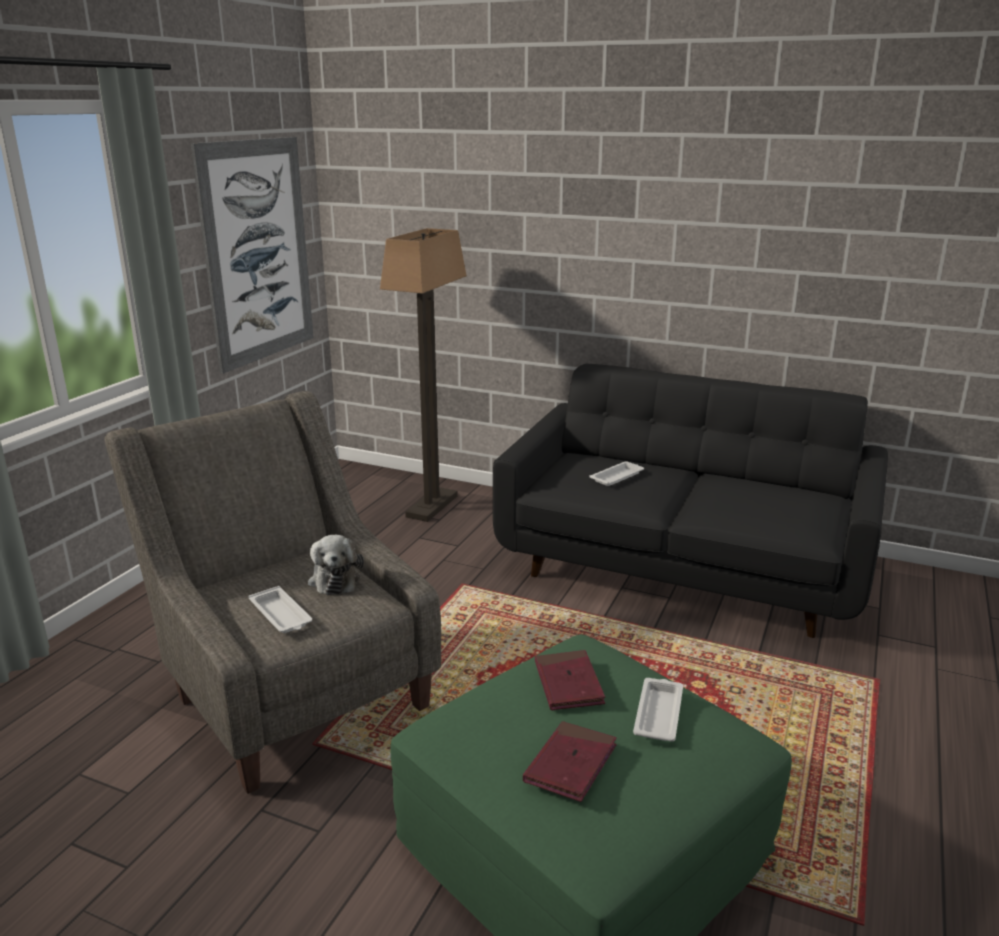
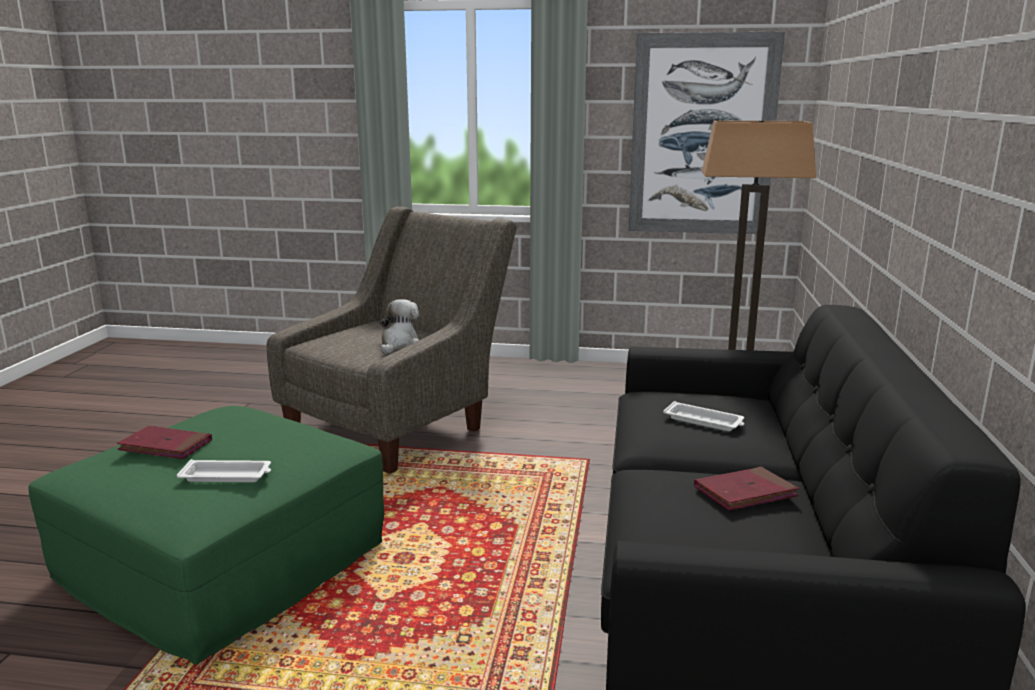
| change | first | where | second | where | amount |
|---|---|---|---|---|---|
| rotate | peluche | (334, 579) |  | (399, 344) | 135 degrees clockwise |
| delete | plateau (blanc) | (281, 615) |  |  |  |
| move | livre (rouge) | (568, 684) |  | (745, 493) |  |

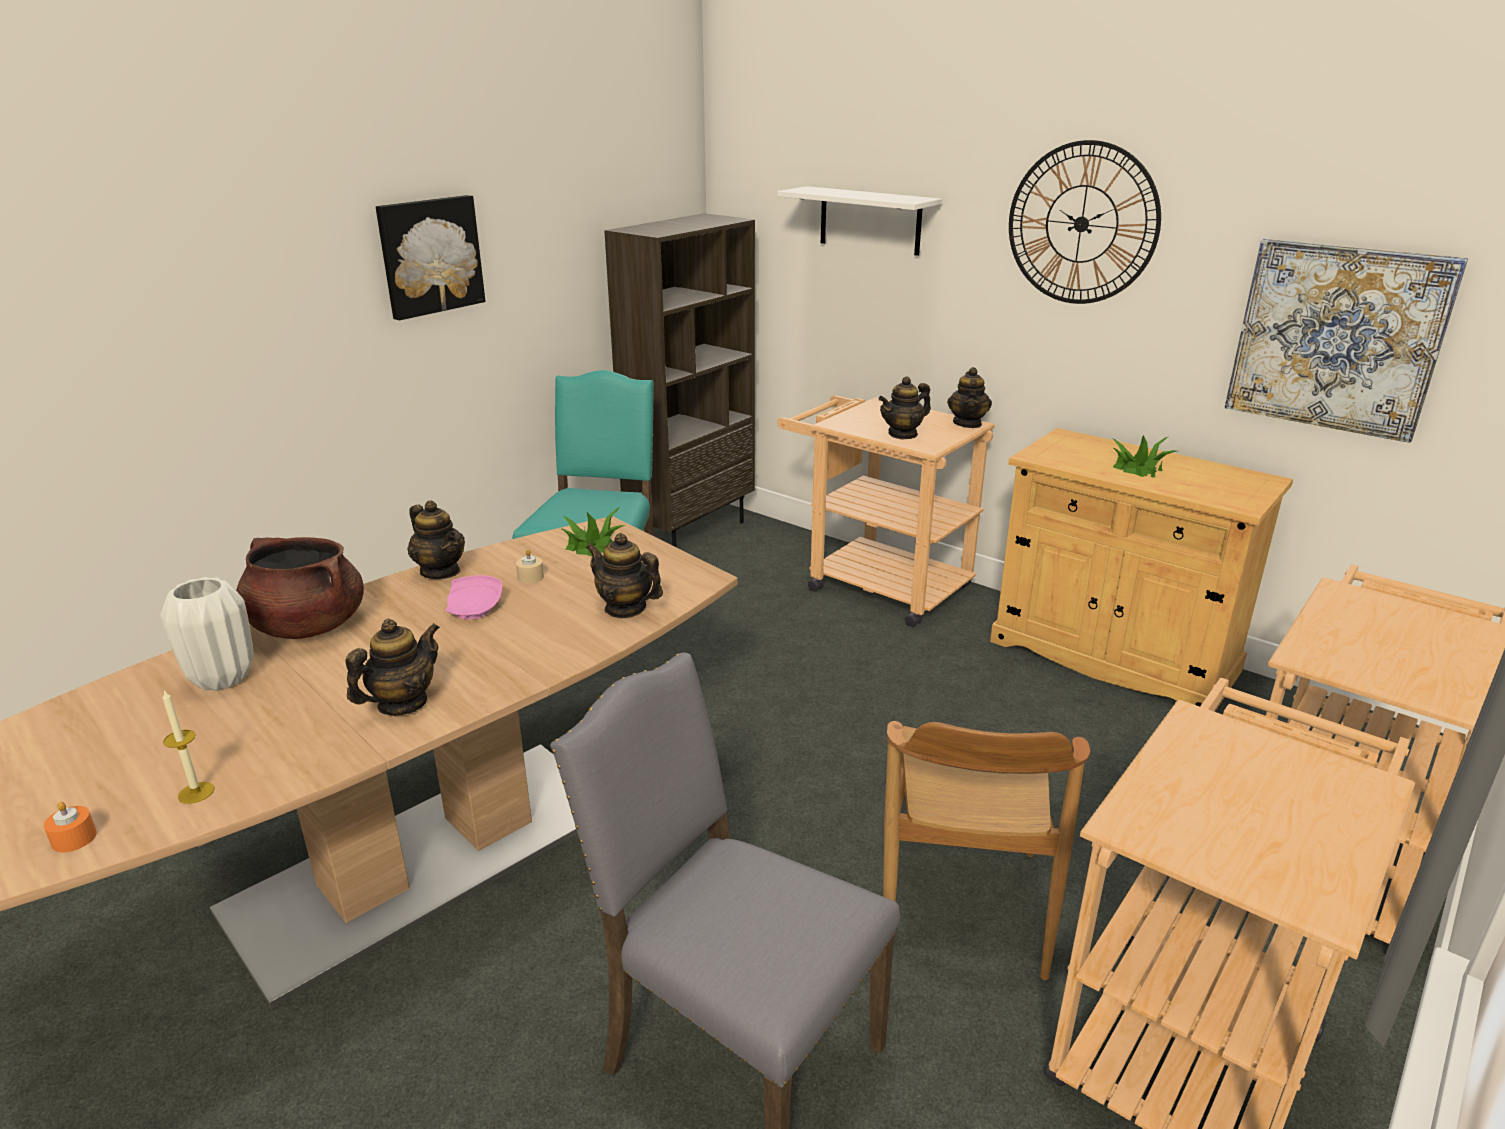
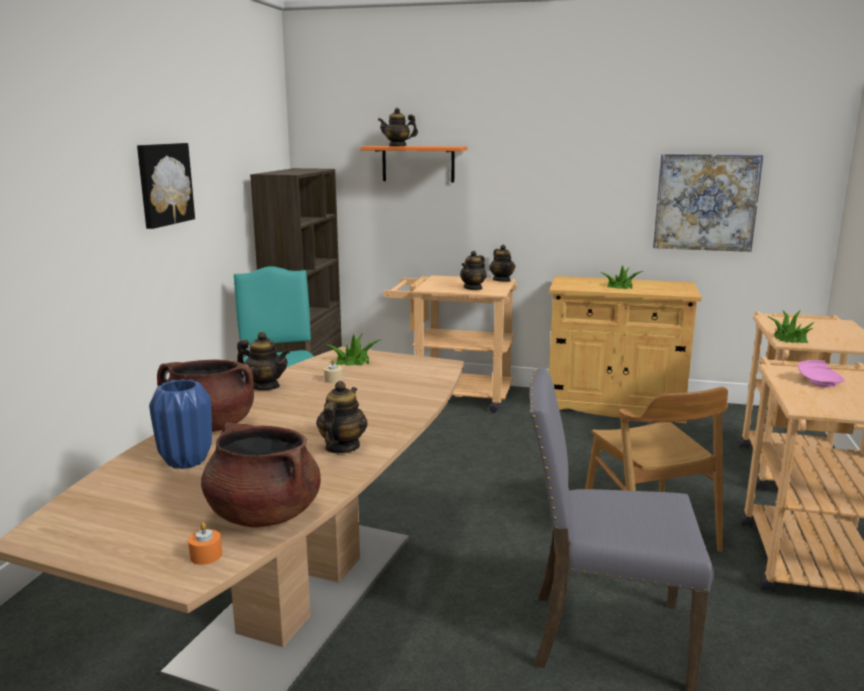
| change | first | where | second | where | amount |
|---|---|---|---|---|---|
| delete | horloge murale | (1081, 224) |  |  |  |
| recolor | étagère (blanc) | (870, 220) | étagère (orange) | (418, 164) |  |
| move | théière | (625, 608) |  | (397, 146) |  |
| move | assiette (rose) | (475, 609) |  | (820, 382) |  |
| recolor | vase (blanc) | (222, 679) | vase (bleu) | (187, 461) |  |
| replace | bougie | (196, 792) | marmite (marron) | (263, 514) |  |
| insert |  |  | plante en pot | (790, 338) |  |

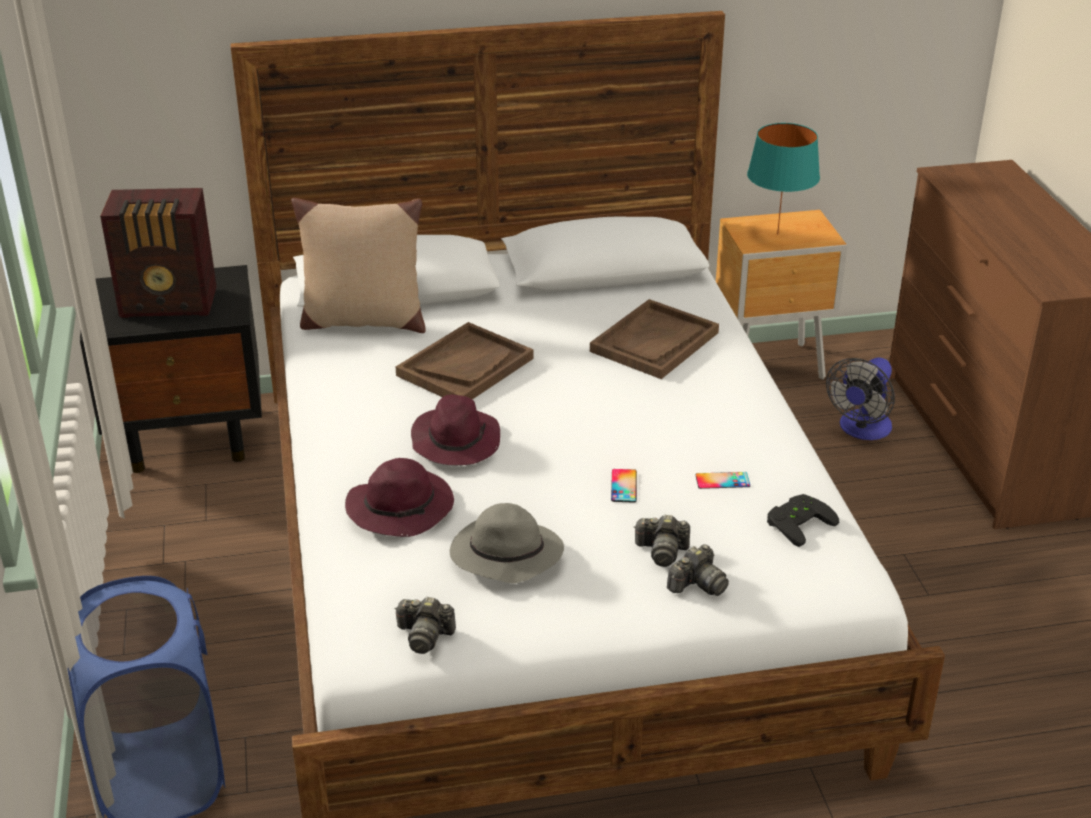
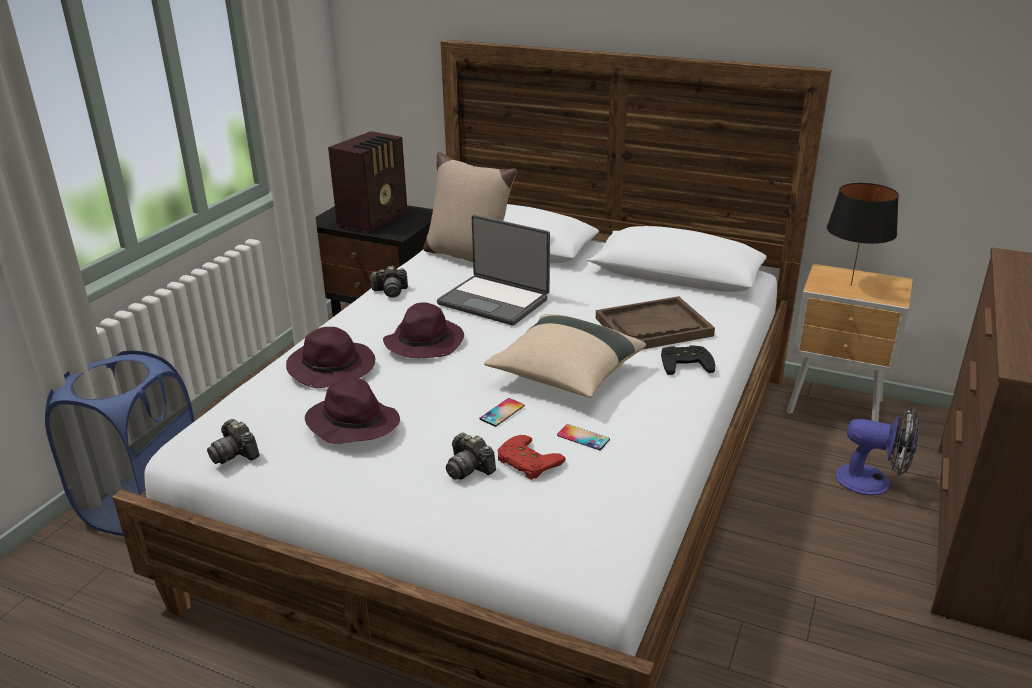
| change | first | where | second | where | amount |
|---|---|---|---|---|---|
| recolor | lampe de table (turquoise) | (776, 234) | lampe de table (noir) | (850, 285) |  |
| rotate | radio | (170, 304) |  | (375, 219) | 90 degrees counterclockwise |
| replace | plateau (marron) | (465, 367) | ordinateur portable | (494, 301) |  |
| rotate | ventilateur | (861, 430) |  | (873, 482) | 135 degrees counterclockwise |
| move | manette (noir) | (797, 521) |  | (685, 362) |  |
| recolor | chapeau (gris) | (504, 555) | chapeau (violet) | (352, 423) |  |
| move | appareil photo | (697, 584) |  | (390, 291) |  |
| insert |  |  | coussin (beige) | (565, 375) |  |
| insert |  |  | manette (rouge) | (526, 462) |  |

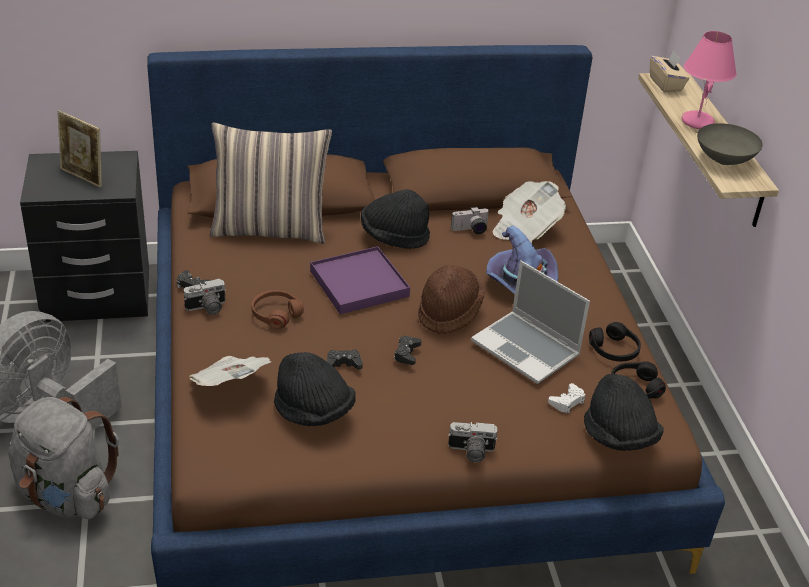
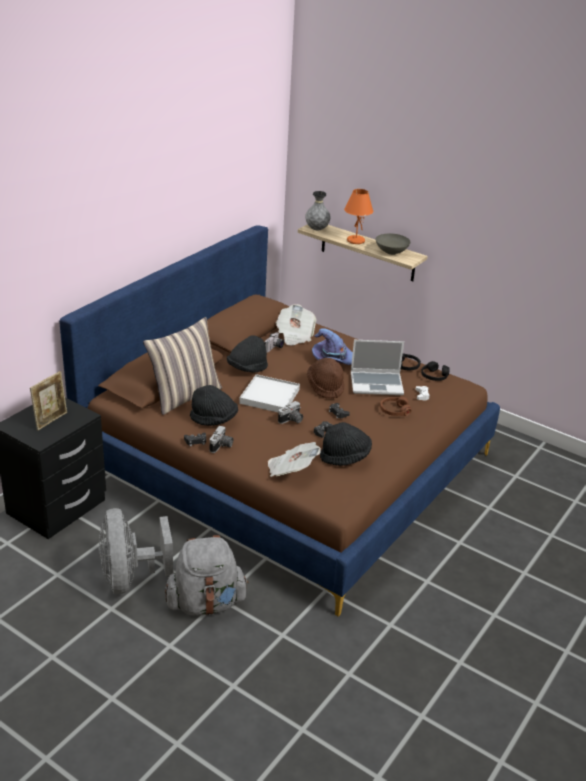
| change | first | where | second | where | amount |
|---|---|---|---|---|---|
| recolor | lampe de table (rose) | (696, 121) | lampe de table (orange) | (355, 241) |  |
| replace | boîte à mouchoirs (beige) | (666, 84) | vase (gris) | (316, 229) |  |
| rotate | cadre photo | (83, 177) |  | (51, 420) | 45 degrees counterclockwise |
| recolor | plateau (violet) | (359, 284) | plateau (blanc) | (269, 396) |  |
| move | casque audio (marron) | (276, 314) |  | (394, 411) |  |
| move | chapeau (noir) | (619, 436) |  | (214, 420) |  |
| move | appareil photo | (471, 452) |  | (291, 420) |  |

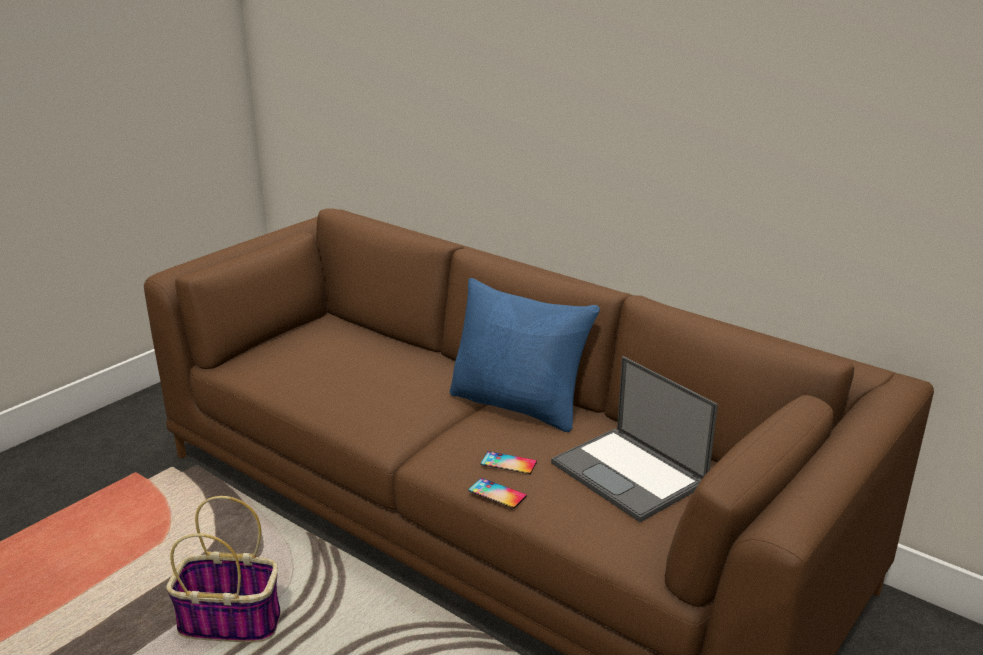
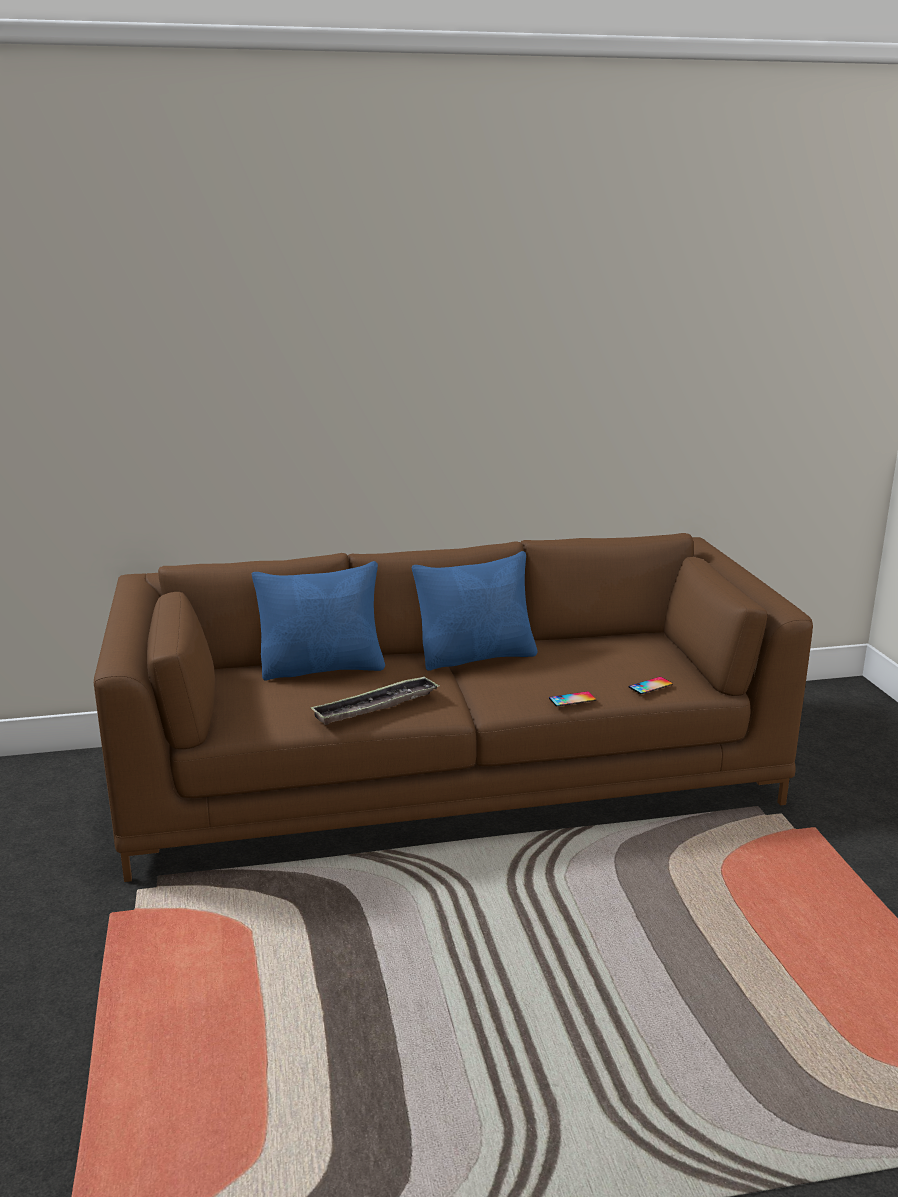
| change | first | where | second | where | amount |
|---|---|---|---|---|---|
| delete | ordinateur portable | (630, 474) |  |  |  |
| move | téléphone | (508, 463) |  | (650, 686) |  |
| delete | panier | (232, 621) |  |  |  |
| insert |  |  | coussin (bleu) | (323, 668) |  |
| insert |  |  | plateau | (375, 706) |  |

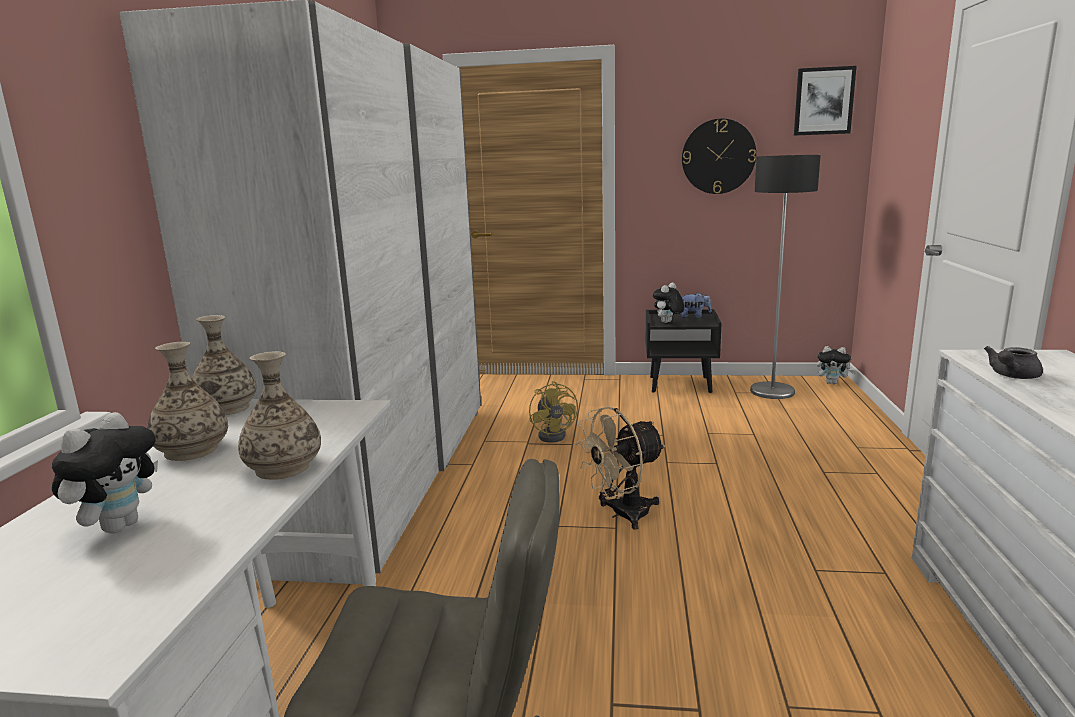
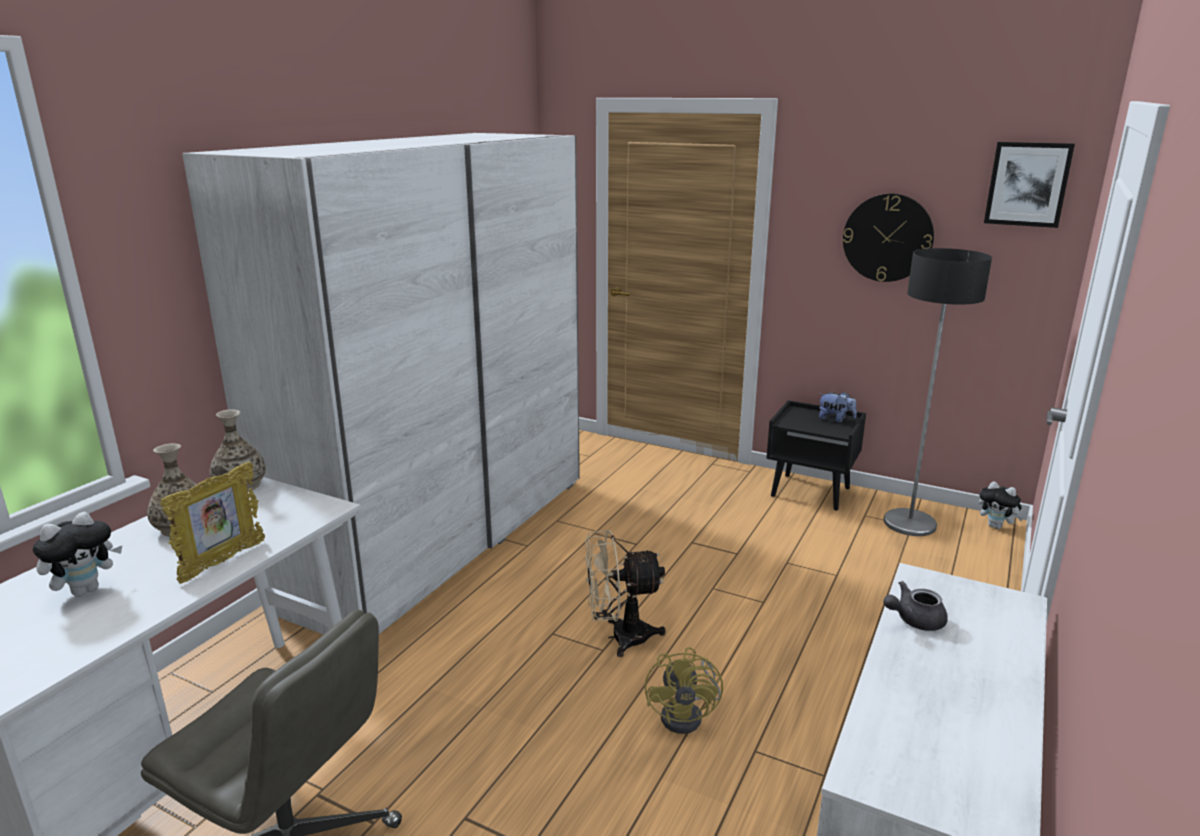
| change | first | where | second | where | amount |
|---|---|---|---|---|---|
| delete | peluche | (668, 322) |  |  |  |
| replace | vase | (284, 467) | cadre photo | (222, 561) |  |
| move | ventilateur (jaune) | (555, 435) |  | (688, 715) |  |

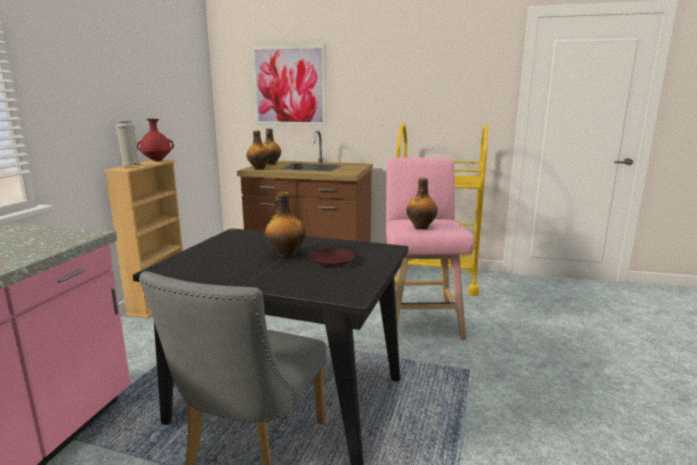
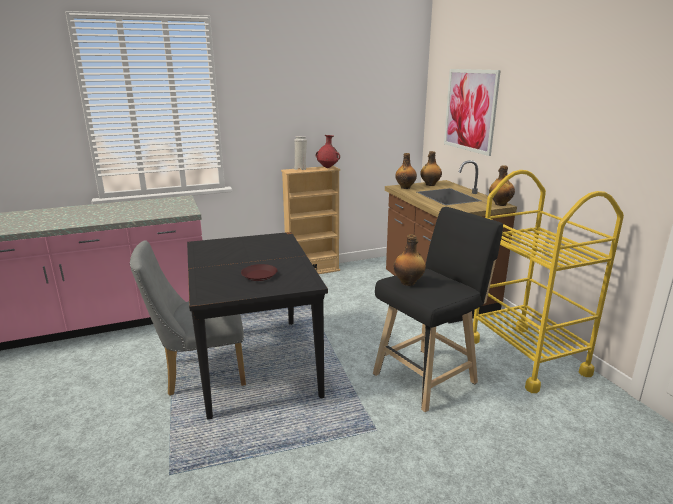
| change | first | where | second | where | amount |
|---|---|---|---|---|---|
| recolor | tabouret (rose) | (420, 320) | tabouret (noir) | (428, 376) |  |
| move | bouteille | (286, 254) |  | (500, 204) |  |

